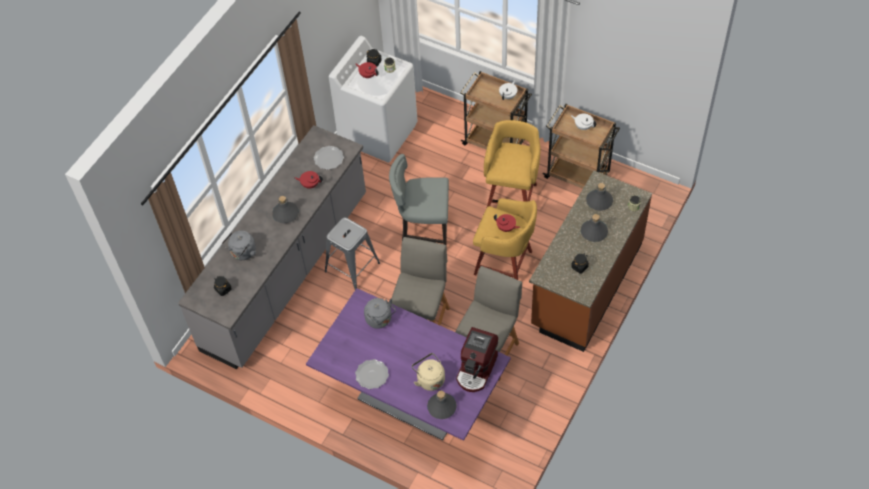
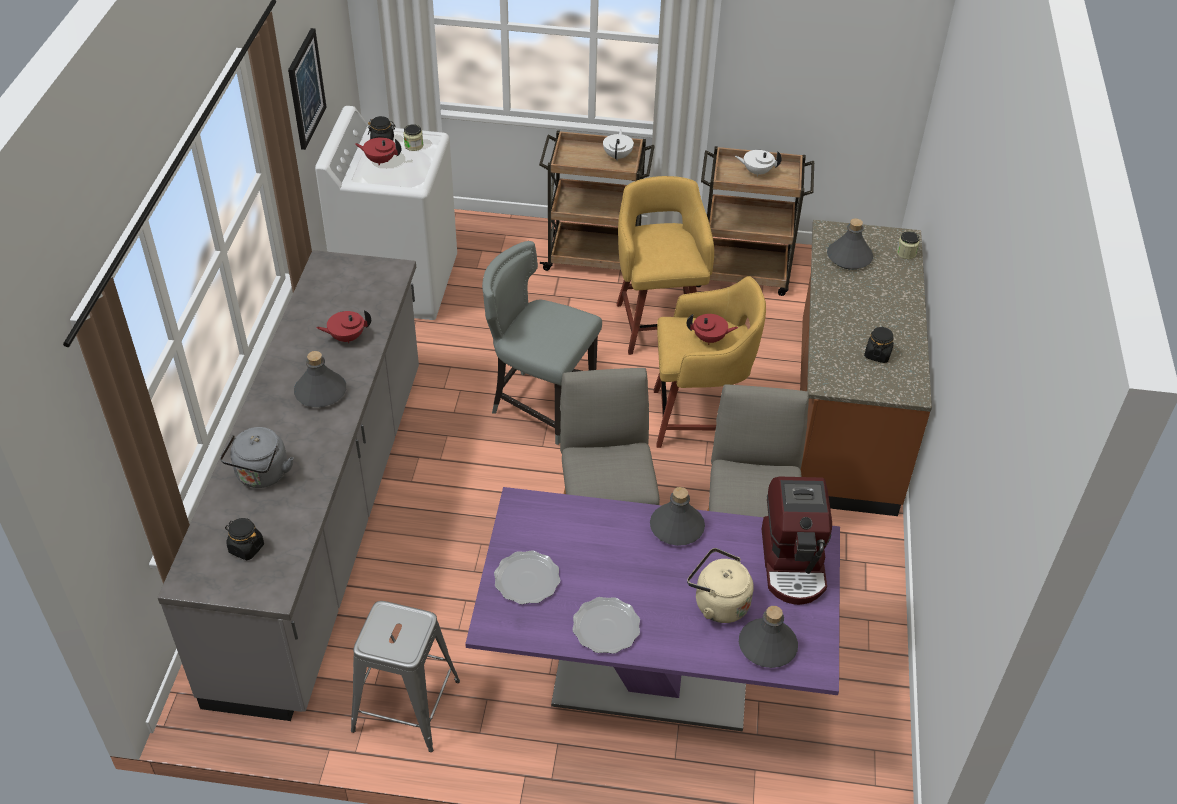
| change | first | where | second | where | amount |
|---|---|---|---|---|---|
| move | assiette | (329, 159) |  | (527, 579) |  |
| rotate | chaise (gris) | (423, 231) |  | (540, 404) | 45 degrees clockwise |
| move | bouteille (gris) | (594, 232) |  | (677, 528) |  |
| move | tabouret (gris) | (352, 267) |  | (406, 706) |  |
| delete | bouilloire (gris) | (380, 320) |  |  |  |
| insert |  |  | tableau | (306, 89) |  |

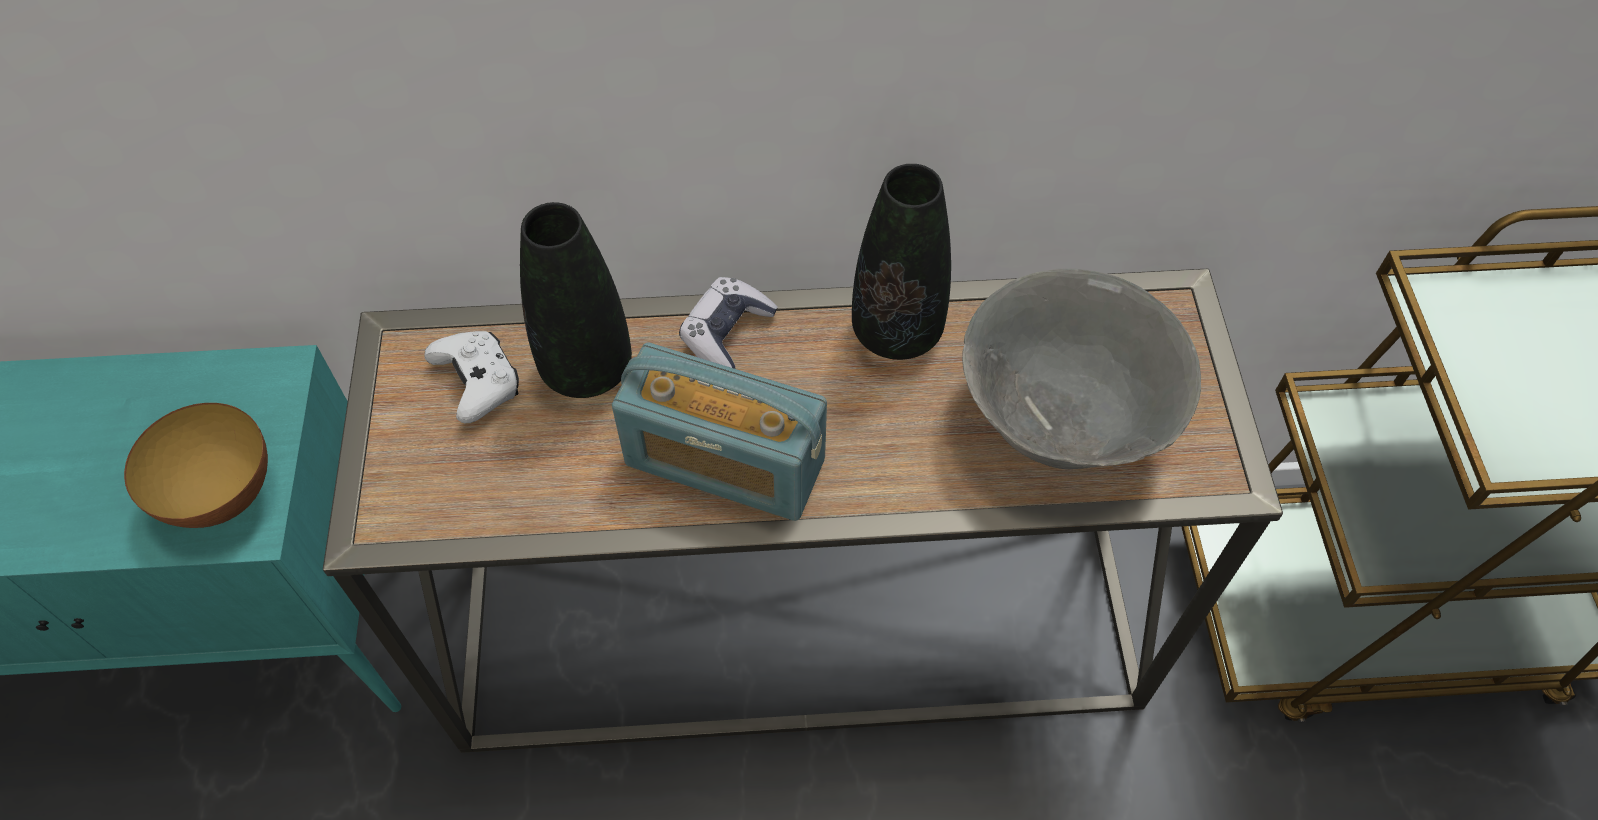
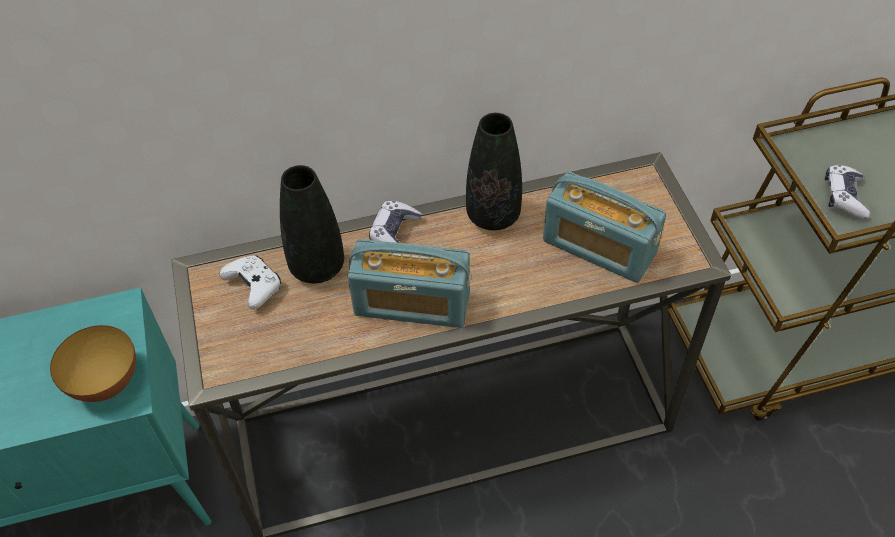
| change | first | where | second | where | amount |
|---|---|---|---|---|---|
| replace | bol (gris) | (1062, 421) | radio | (598, 247) |  |
| insert |  |  | manette | (843, 197) |  |

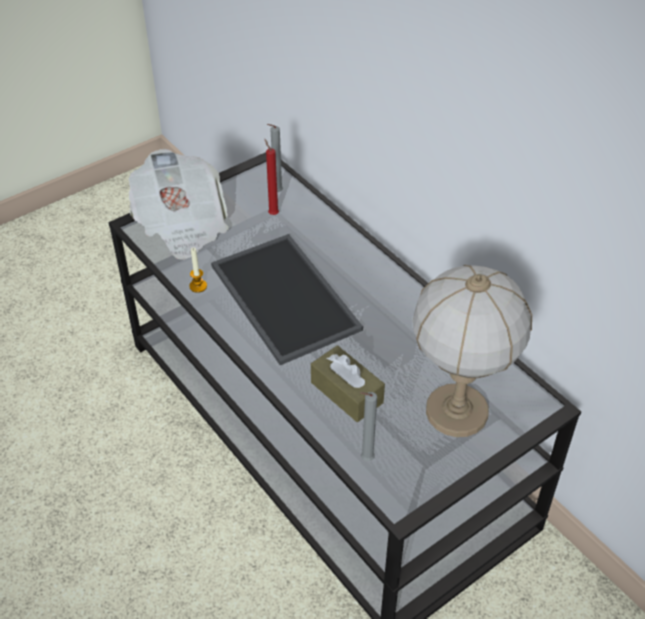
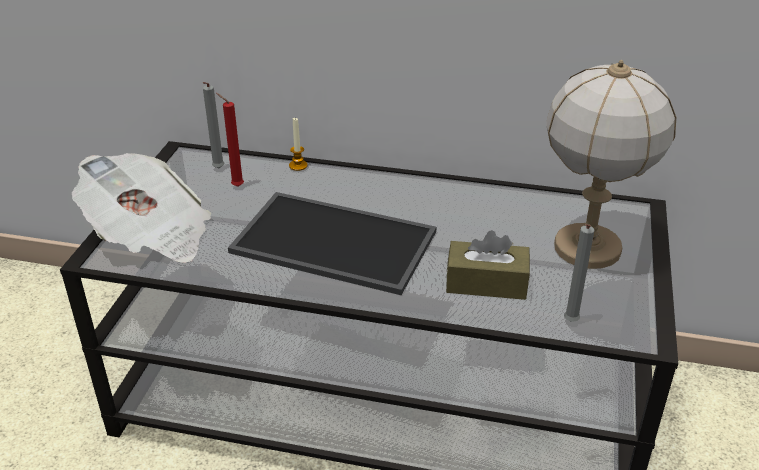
| change | first | where | second | where | amount |
|---|---|---|---|---|---|
| move | bougie | (198, 286) |  | (298, 165) |  |

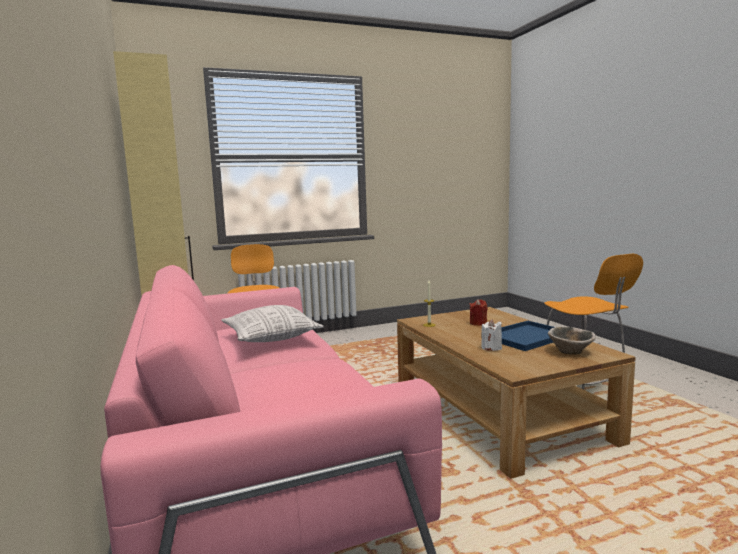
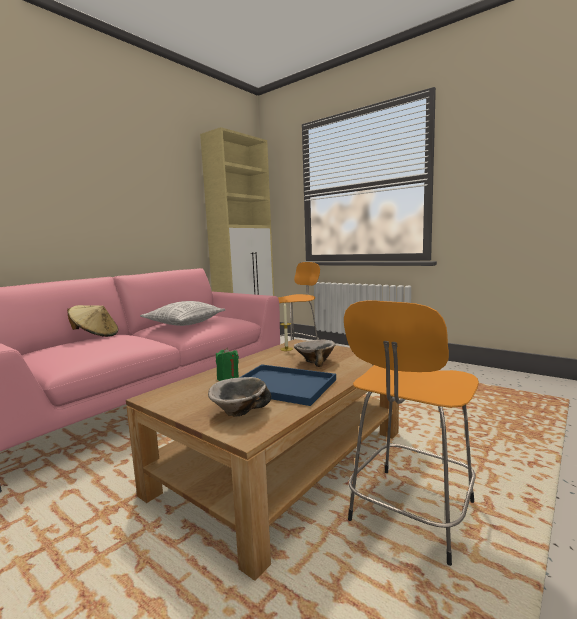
| change | first | where | second | where | amount |
|---|---|---|---|---|---|
| replace | bougie (rouge) | (478, 323) | bol | (315, 361) |  |
| recolor | bougie (blanc) | (491, 348) | bougie (vert) | (228, 378) |  |
| insert |  |  | chapeau (beige) | (95, 336) |  |

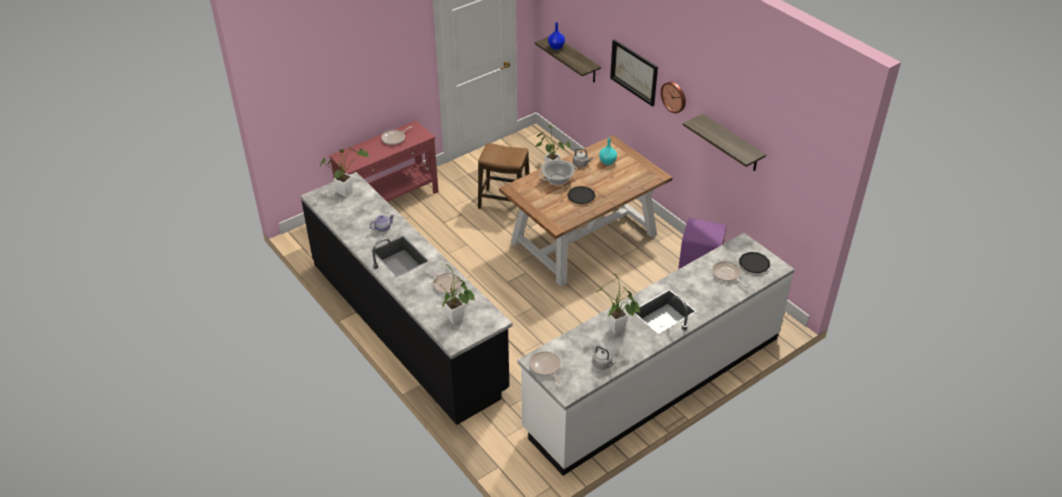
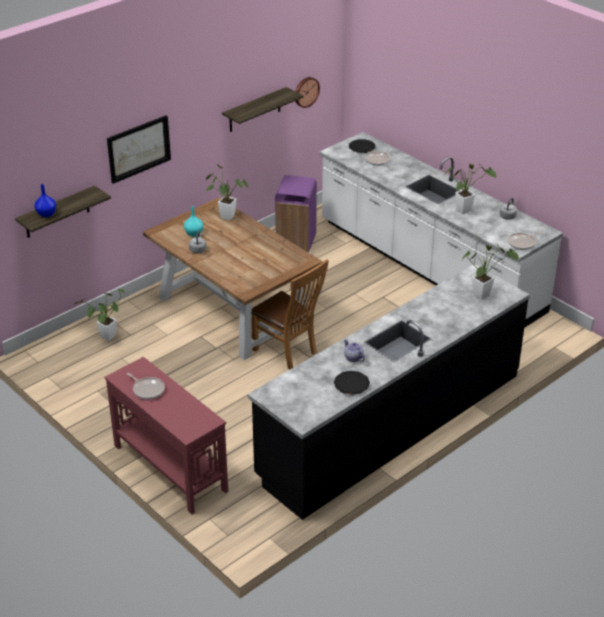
| change | first | where | second | where | amount |
|---|---|---|---|---|---|
| move | horloge murale | (674, 96) |  | (305, 91) |  |
| delete | tabouret | (504, 202) |  |  |  |
| move | plante en pot | (347, 191) |  | (225, 216) |  |
| delete | marmite | (557, 180) |  |  |  |
| move | assiette (noir) | (581, 197) |  | (351, 385) |  |
| delete | poêle | (446, 284) |  |  |  |
| insert |  |  | chaise (marron) | (288, 352) |  |

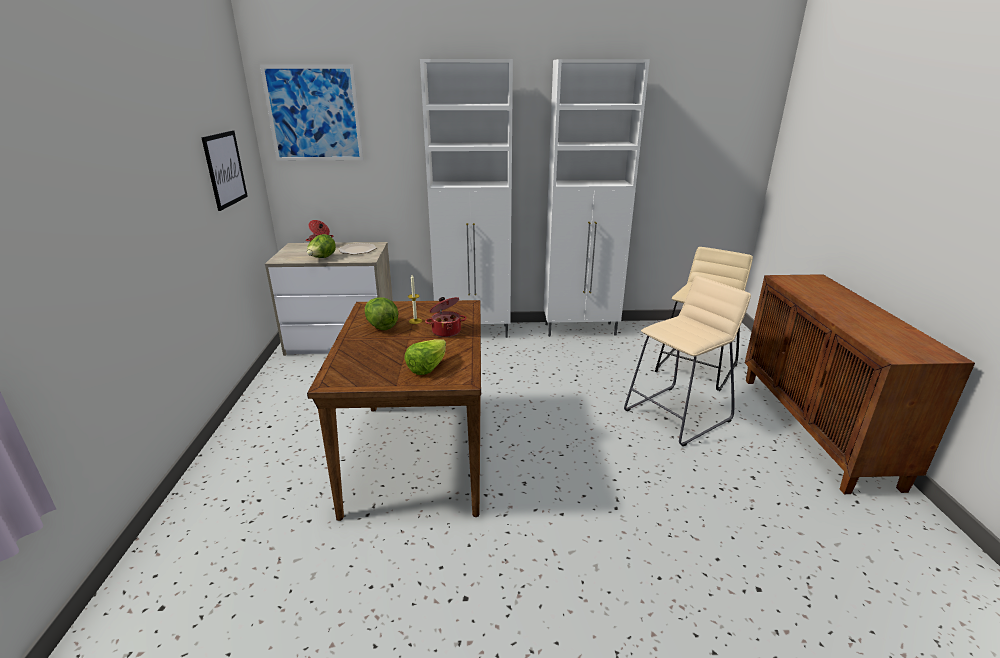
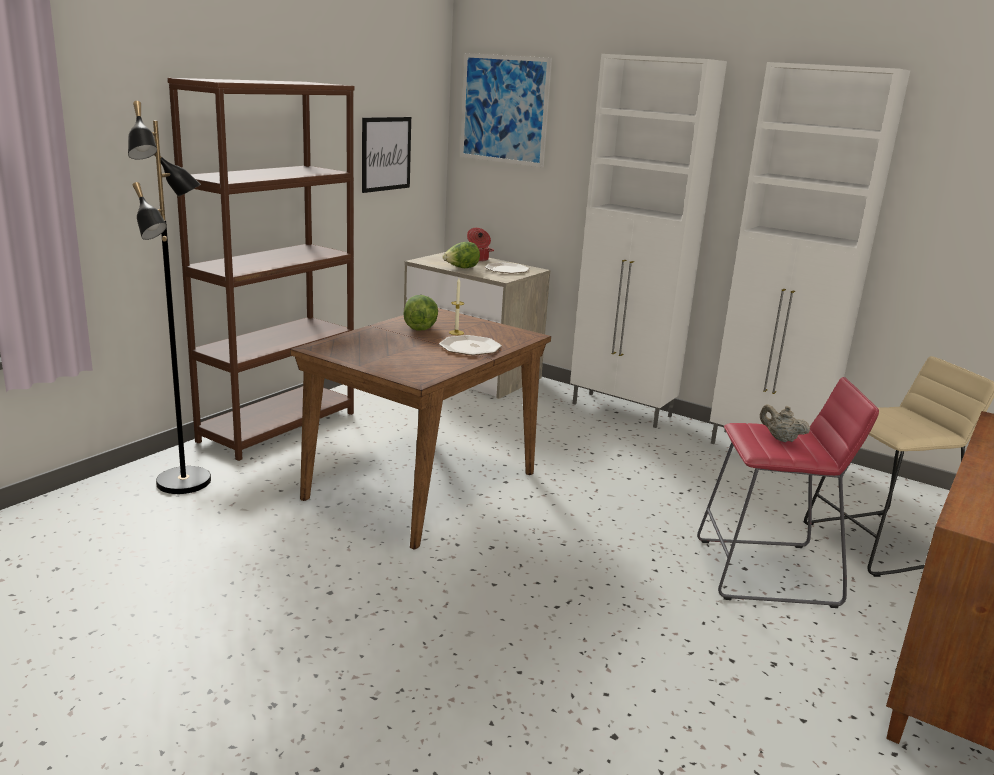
| change | first | where | second | where | amount |
|---|---|---|---|---|---|
| recolor | tabouret (beige) | (677, 415) | tabouret (rouge) | (766, 572) |  |
| replace | marmite | (446, 331) | assiette | (470, 347) |  |
| delete | laitue | (427, 367) |  |  |  |
| insert |  |  | bibliothèque (marron) | (278, 426) |  |
| insert |  |  | lampadaire (noir) | (185, 482) |  |
| insert |  |  | théière (beige) | (780, 439) |  |

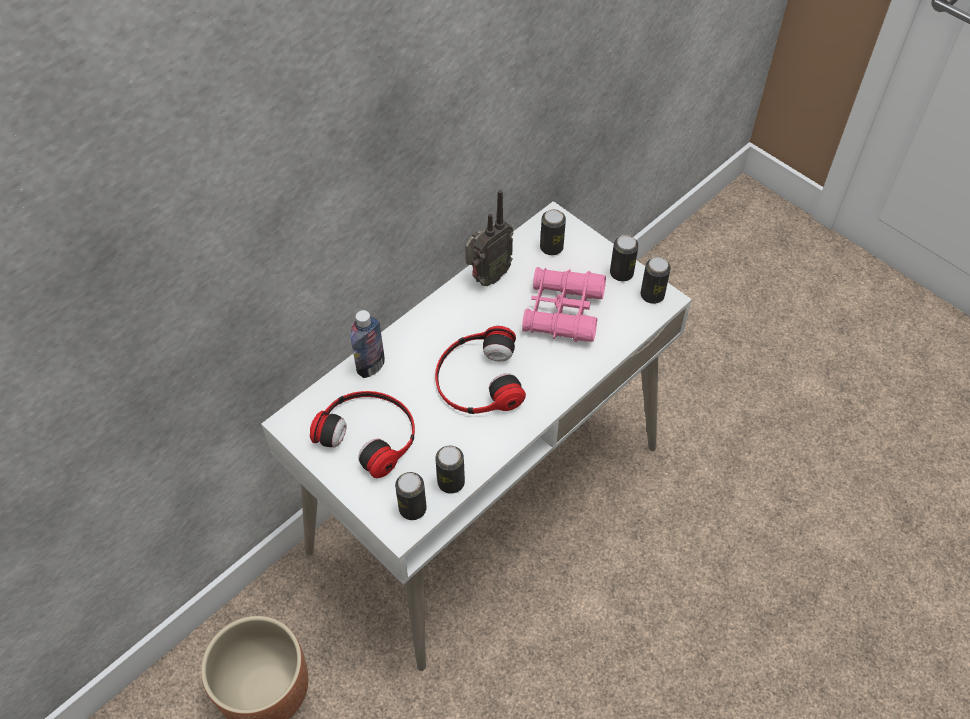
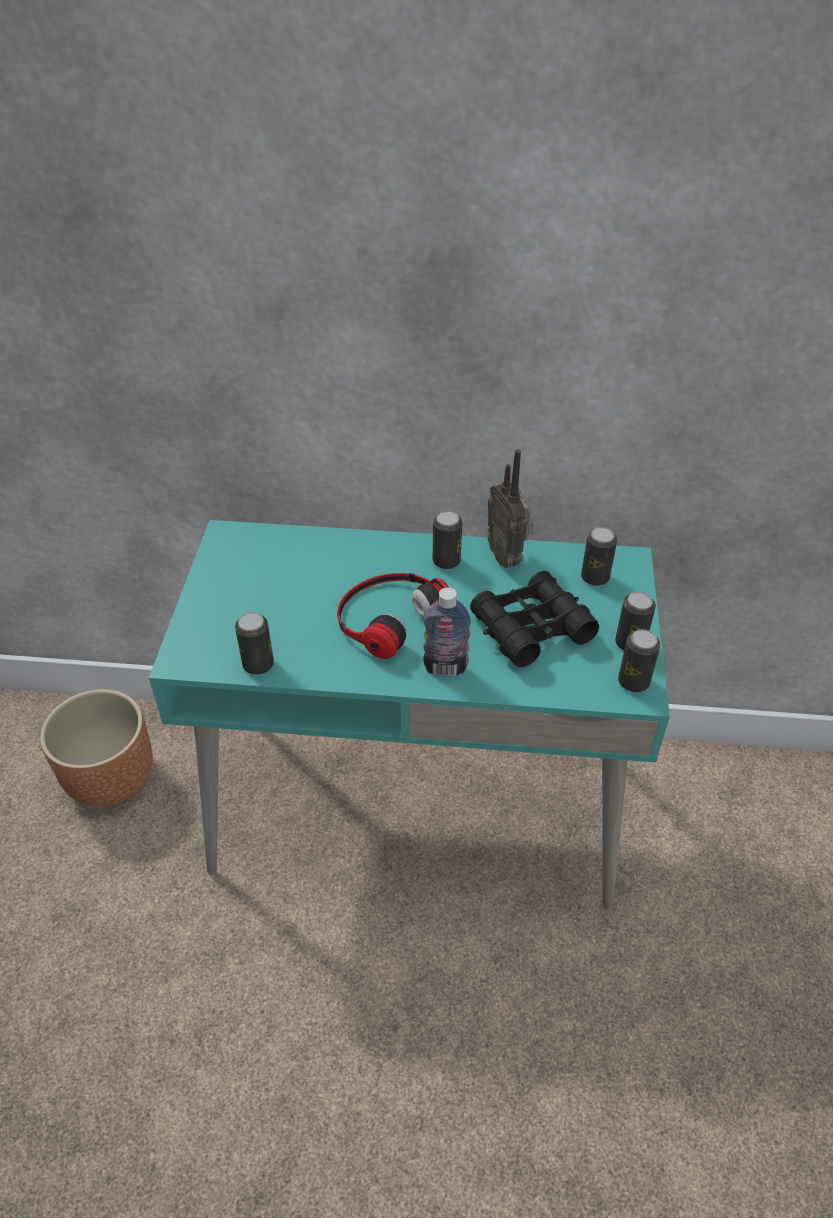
| change | first | where | second | where | amount |
|---|---|---|---|---|---|
| rotate | radio | (487, 277) |  | (507, 557) | 60 degrees clockwise |
| recolor | bureau (blanc) | (485, 498) | bureau (turquoise) | (416, 805) |  |
| recolor | jumelles (rose) | (563, 312) | jumelles (noir) | (531, 628) |  |
| move | bouteille | (371, 366) |  | (445, 668) |  |
| delete | casque audio | (369, 433) |  |  |  |
| move | boîte métallique | (412, 508) |  | (446, 561) |  |

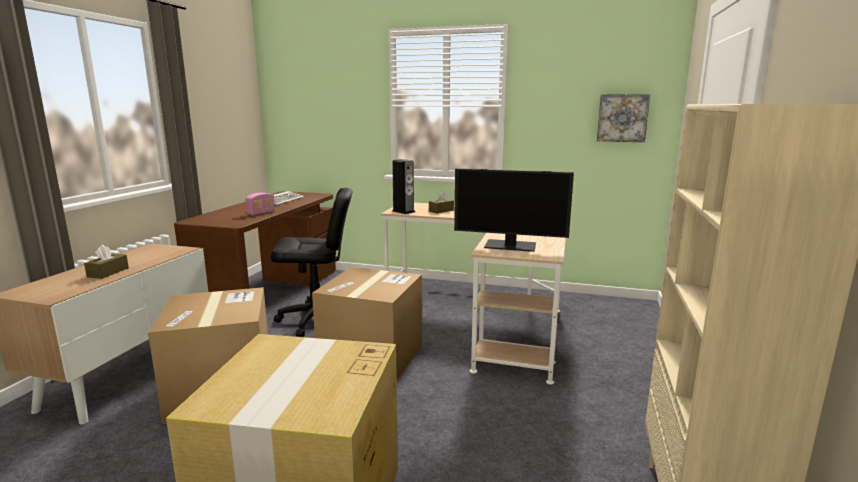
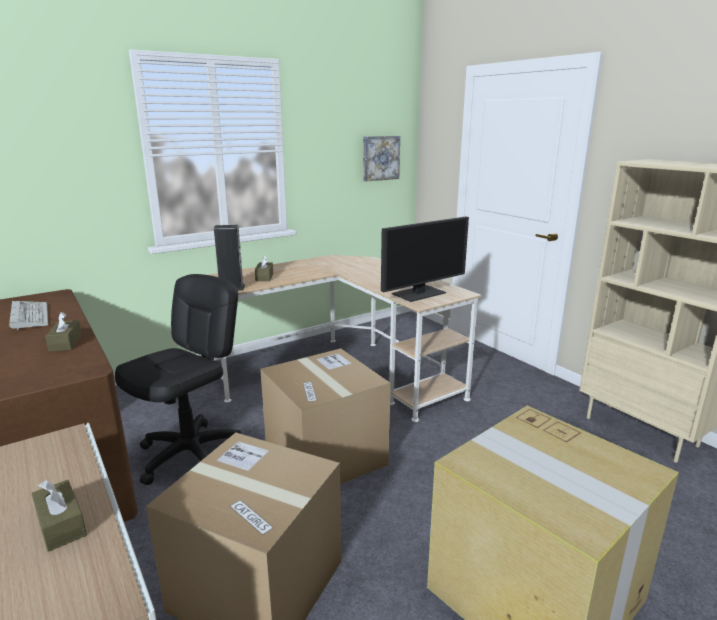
| change | first | where | second | where | amount |
|---|---|---|---|---|---|
| replace | radio | (261, 213) | boîte à mouchoirs (marron) | (65, 343) |  |

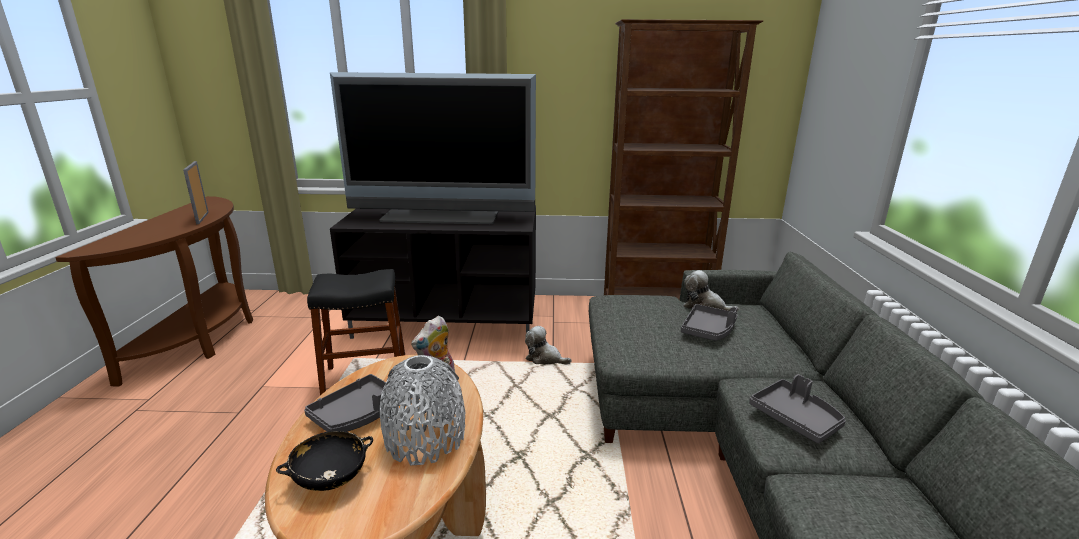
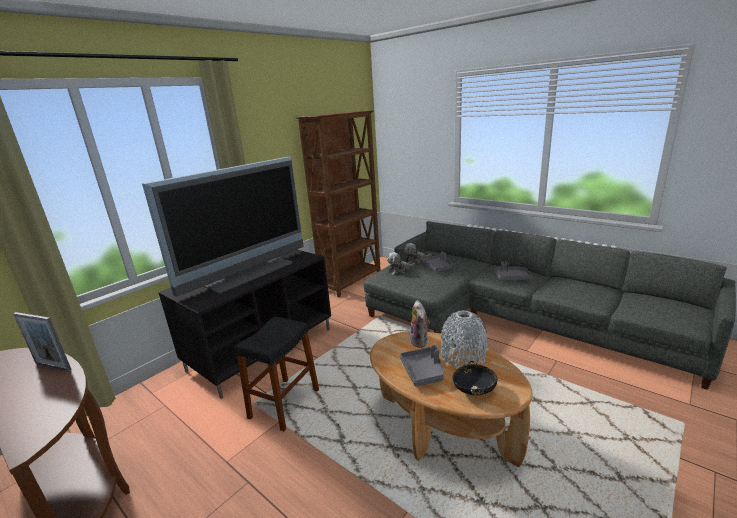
| change | first | where | second | where | amount |
|---|---|---|---|---|---|
| move | peluche | (544, 358) |  | (400, 270) |  |

